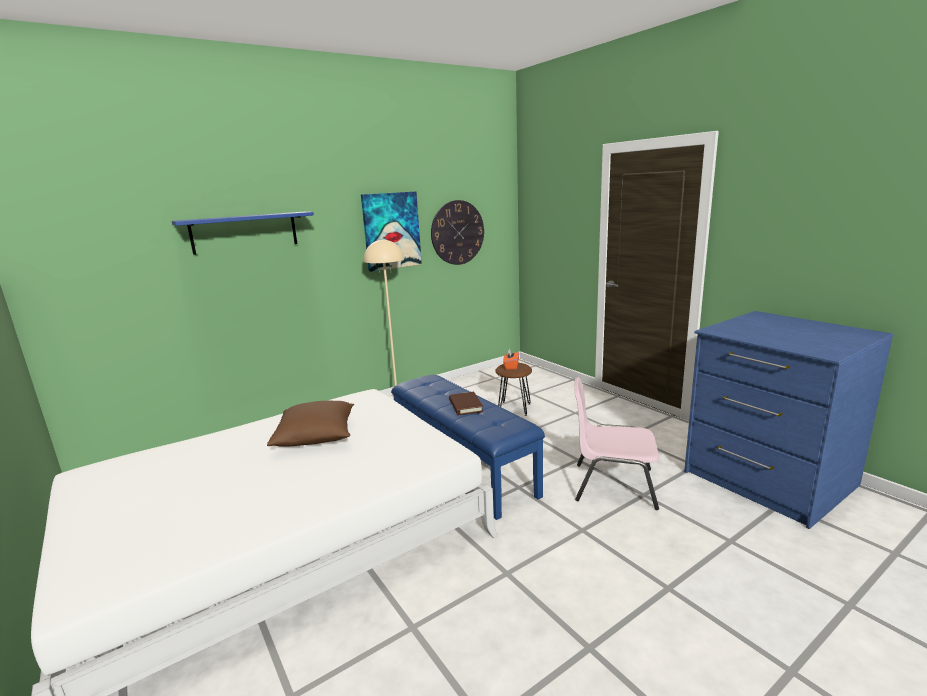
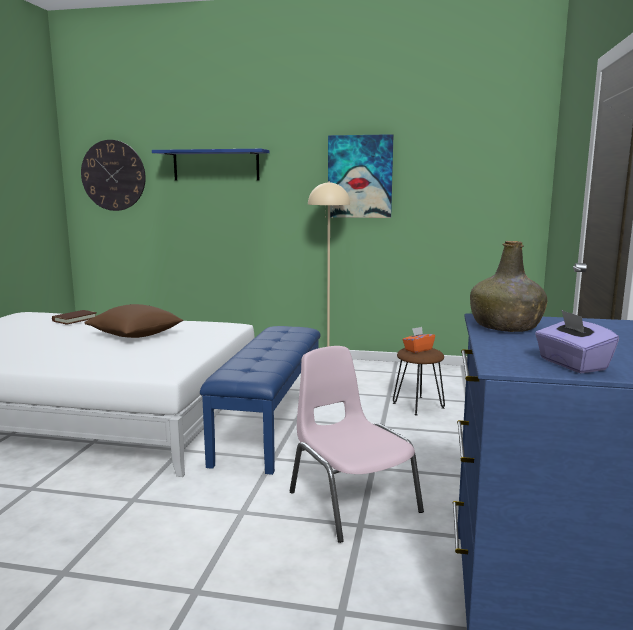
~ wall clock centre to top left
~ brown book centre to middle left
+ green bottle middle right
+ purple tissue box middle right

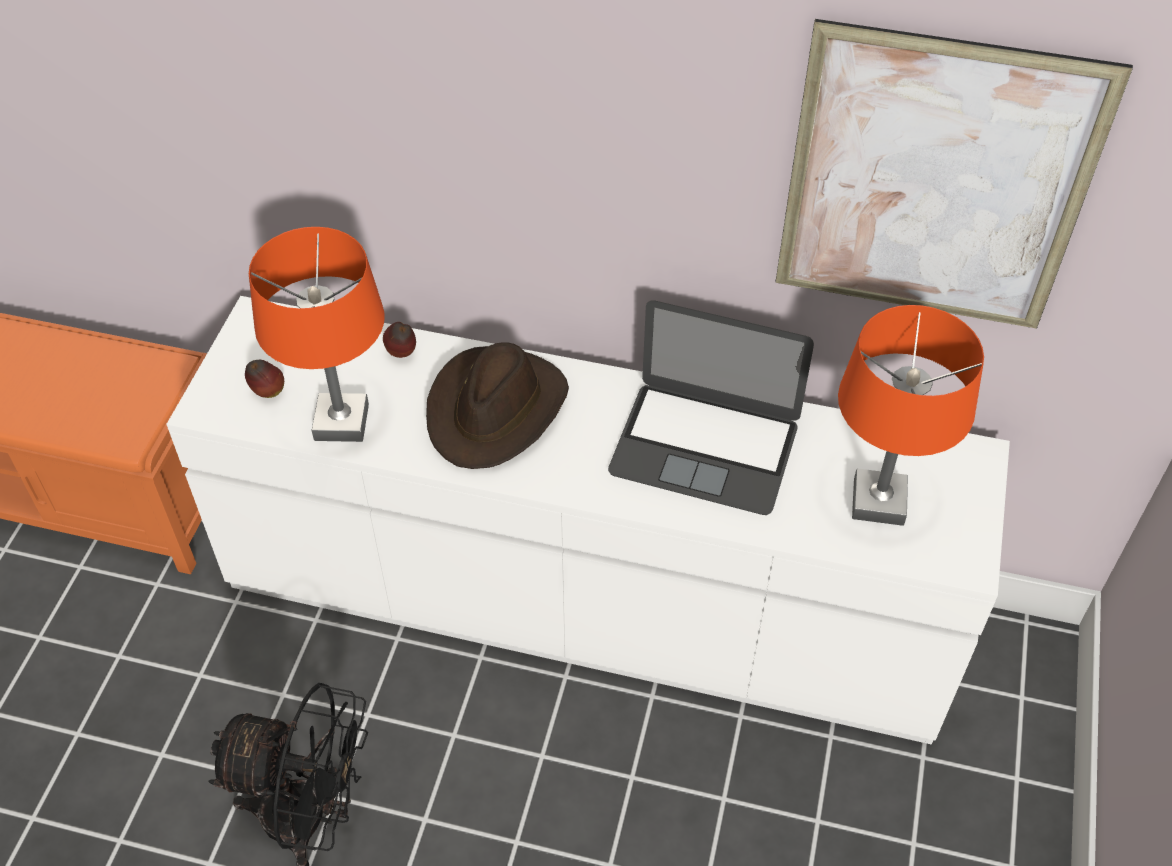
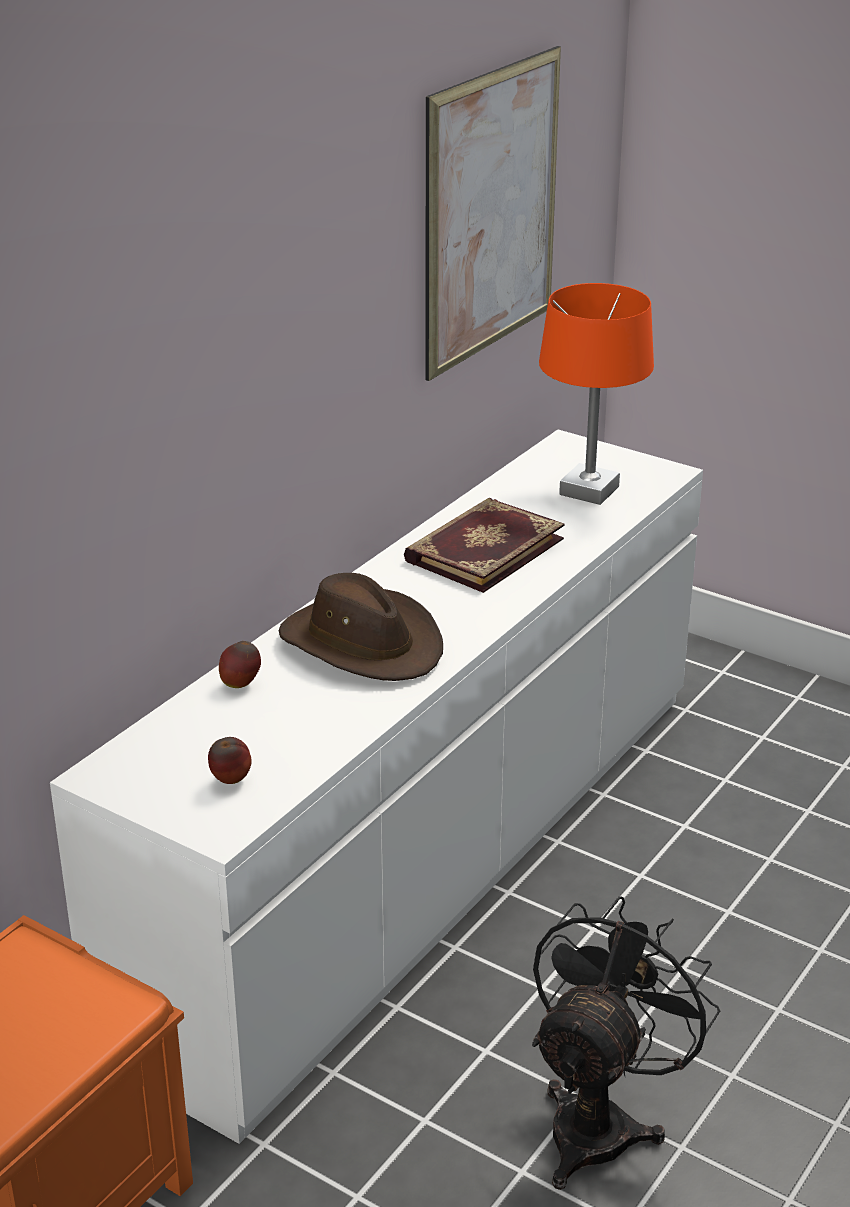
- orange table lamp (no. 1 from left) middle left
~ laptop centre to book centre

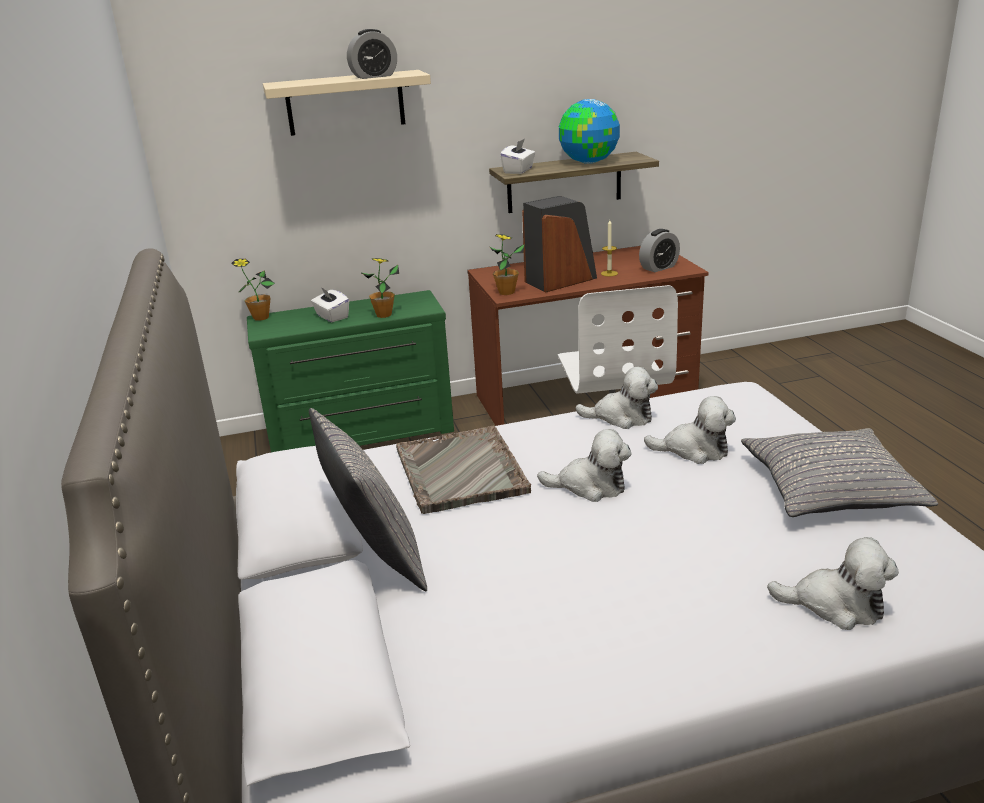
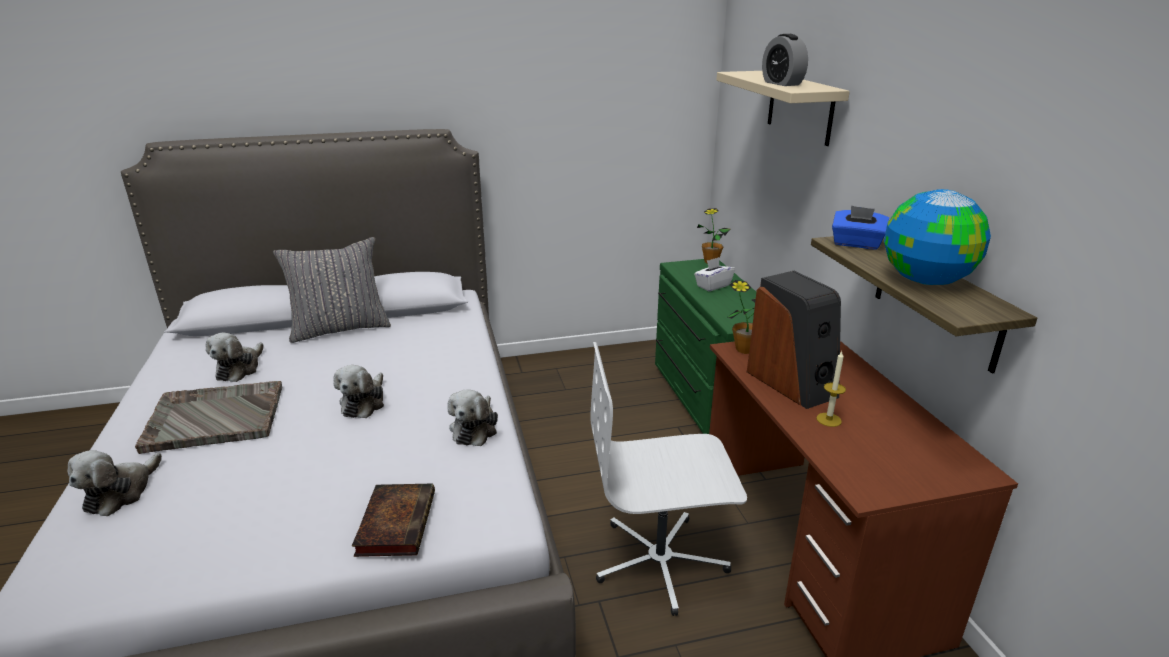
~ white tissue box (no. 2 from left) top centre to blue tissue box middle right
- alarm clock (no. 2 from left) top right
- potted plant (no. 2 from left) centre
~ plush toy (no. 3 from left in the first image) middle right to plush toy (no. 2 from left) middle left
~ grey tray centre to middle left
- grey pillow (no. 2 from left) middle right
+ book bottom centre

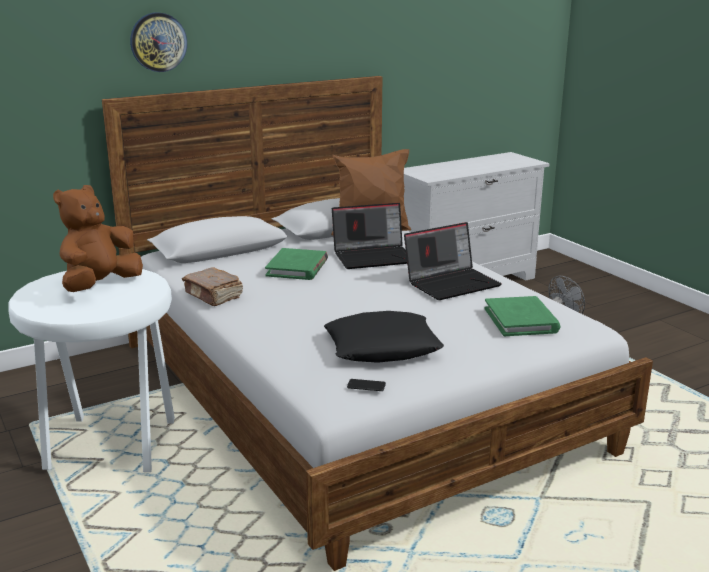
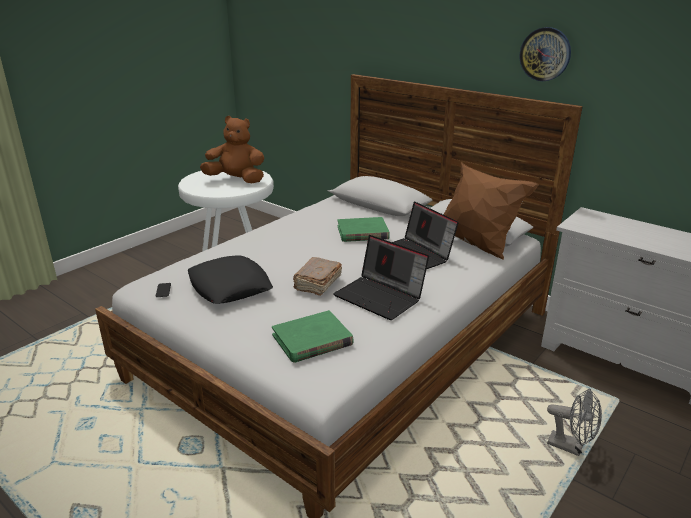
~ wall clock top left to top right
~ brown book middle left to centre

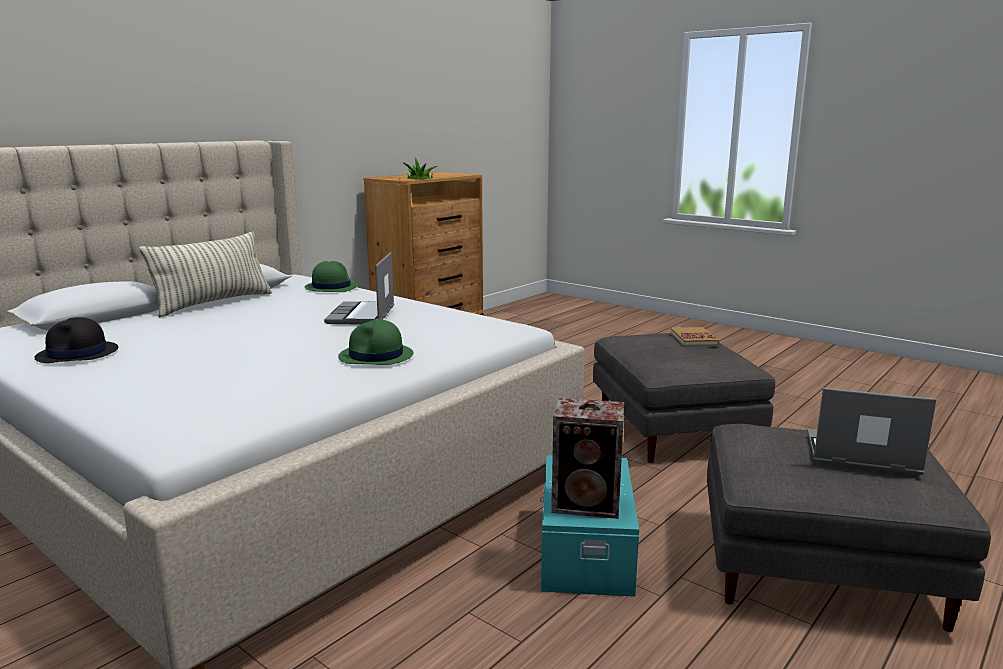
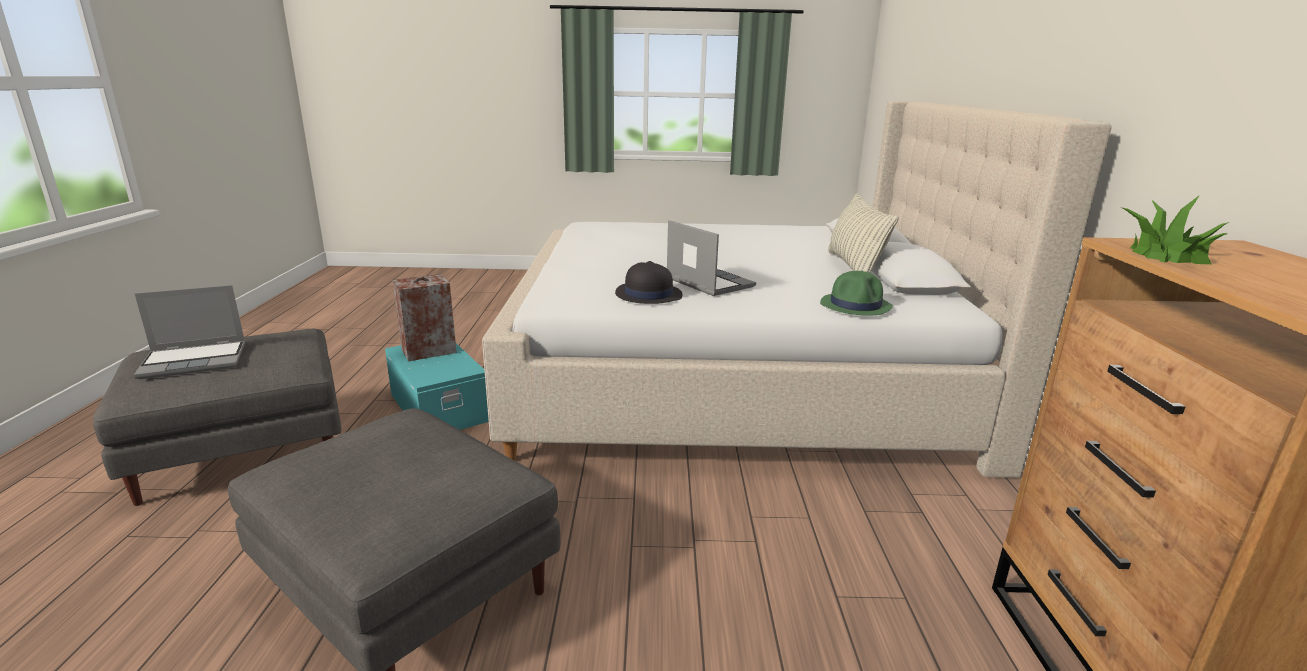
~ black hat middle left to centre
- green hat (no. 2 from left) centre
- book middle right

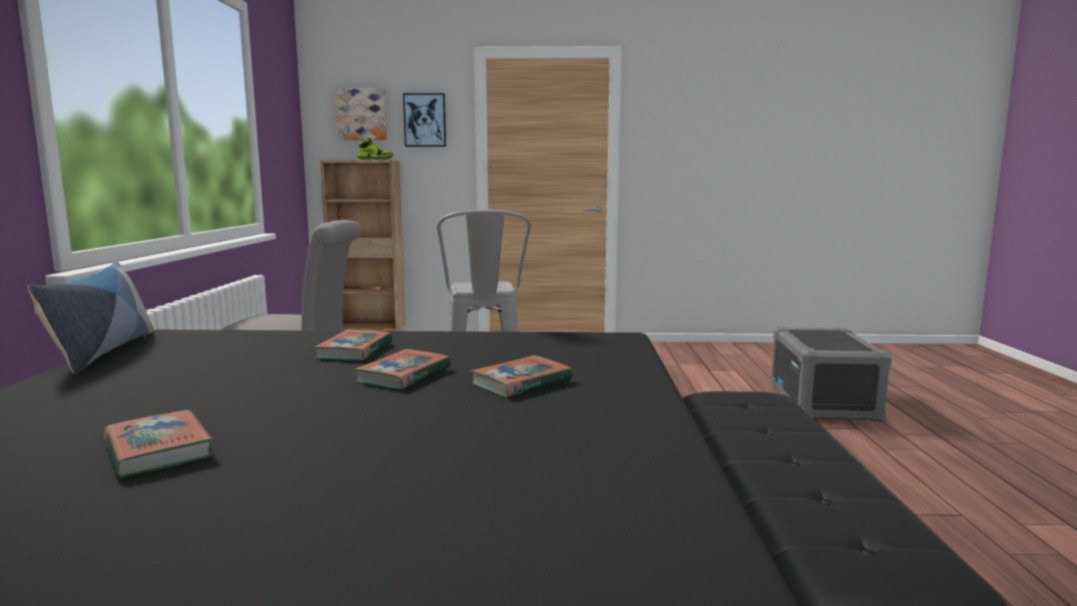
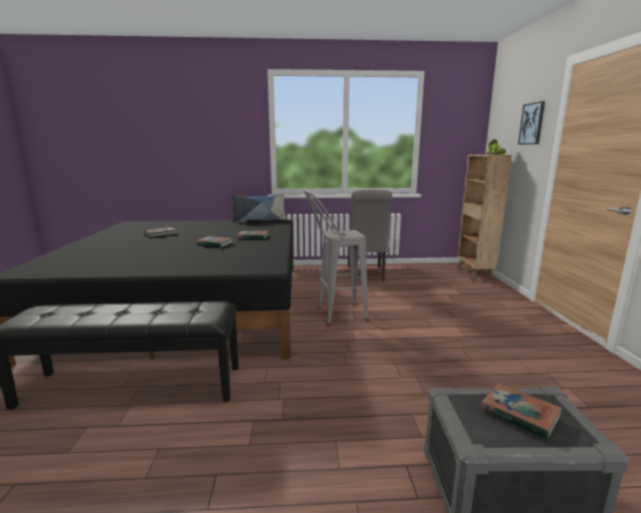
- picture (no. 1 from left) top centre
~ book (no. 4 from left) centre to bottom right

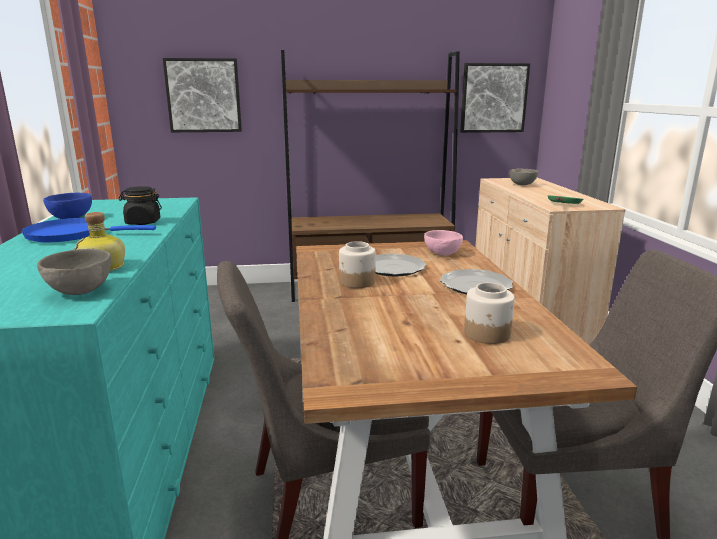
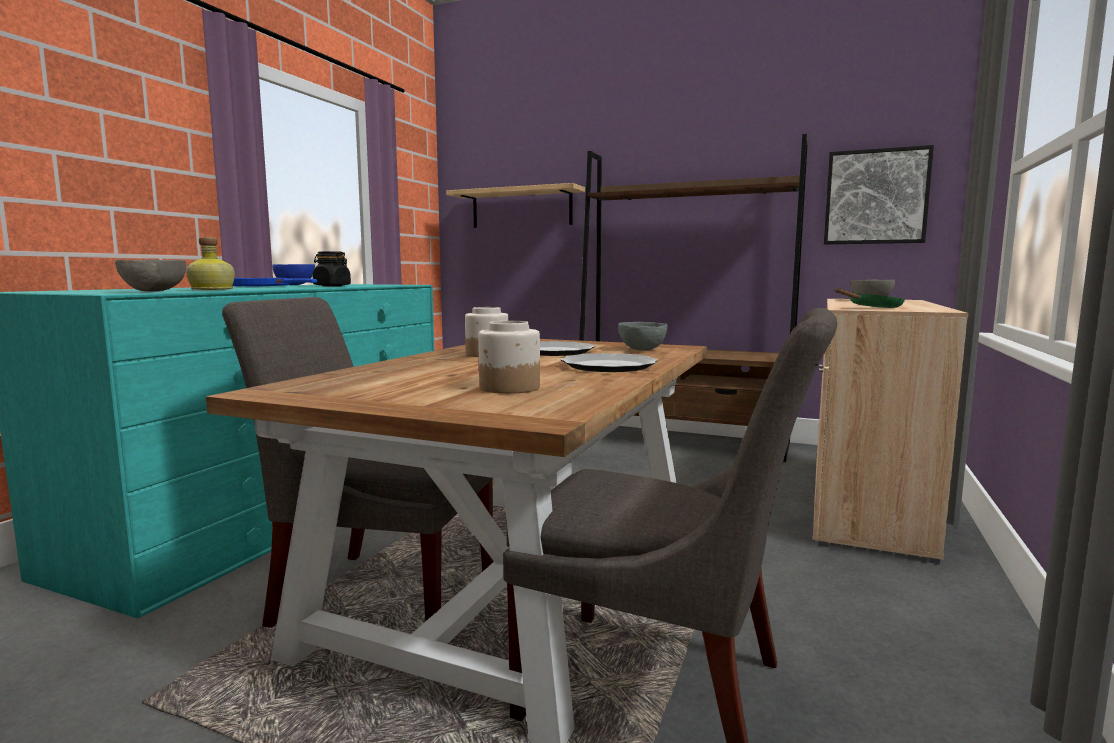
~ picture (no. 1 from left) top left to shelf top centre
~ pink bowl centre to grey bowl (no. 2 from left) centre

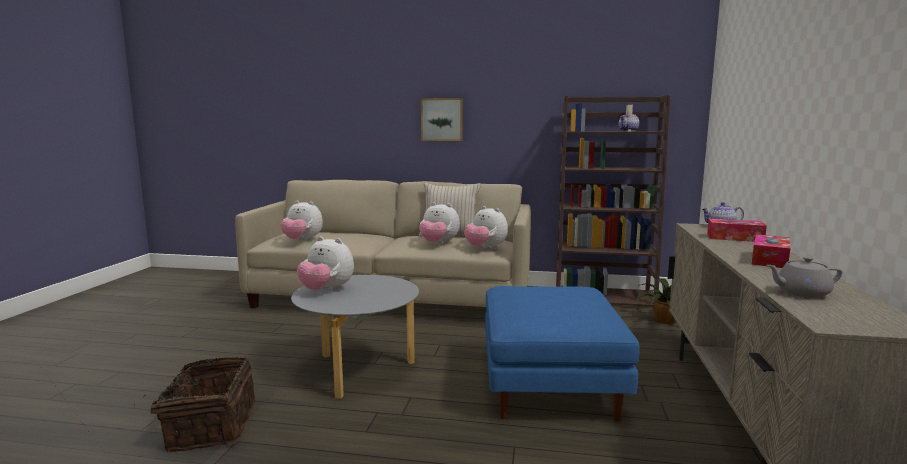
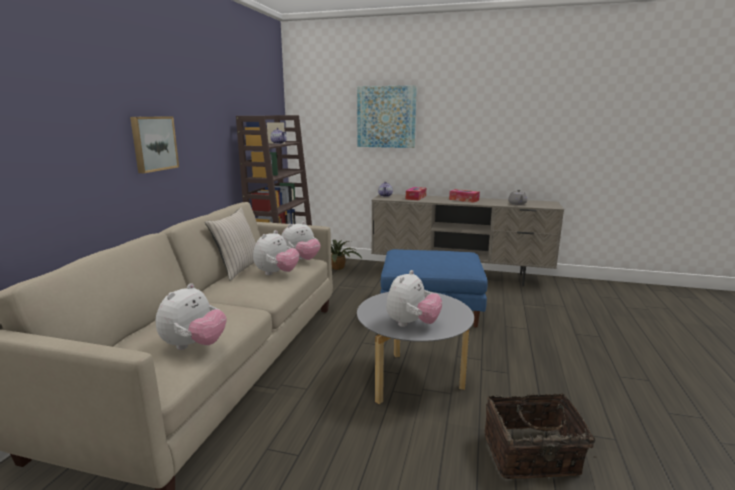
+ picture (no. 2 from left) top centre

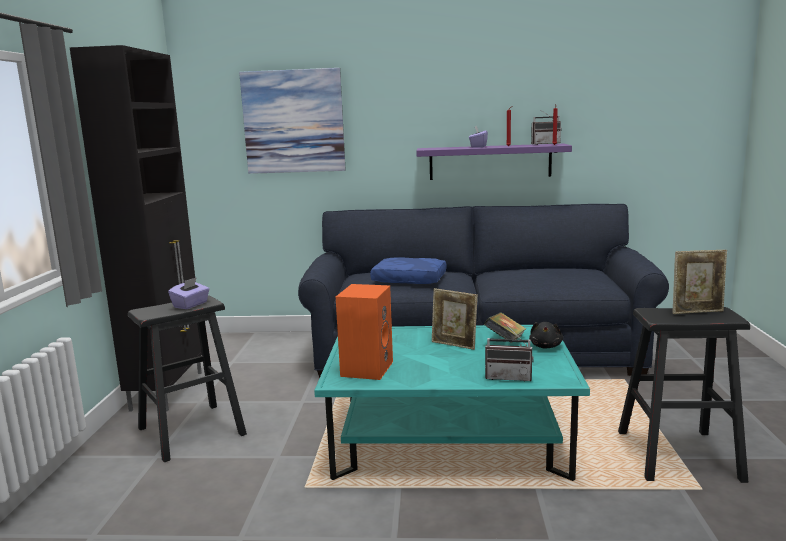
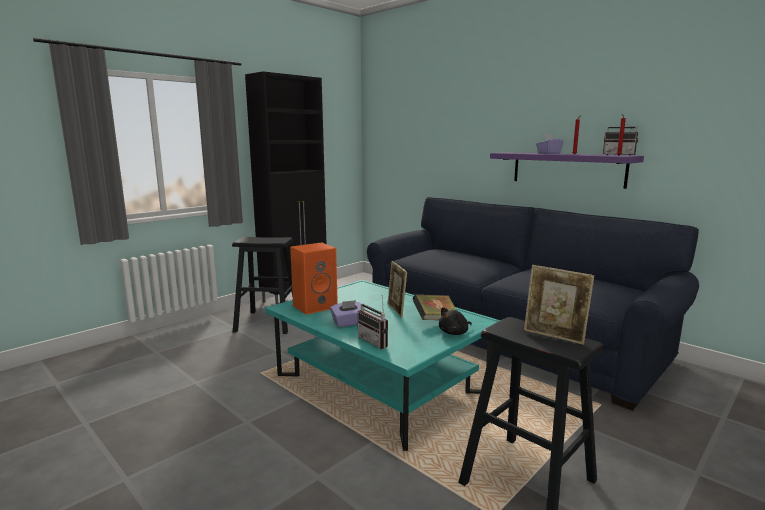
- picture top centre
- blue pillow centre
~ purple tissue box (no. 1 from left) middle left to centre

